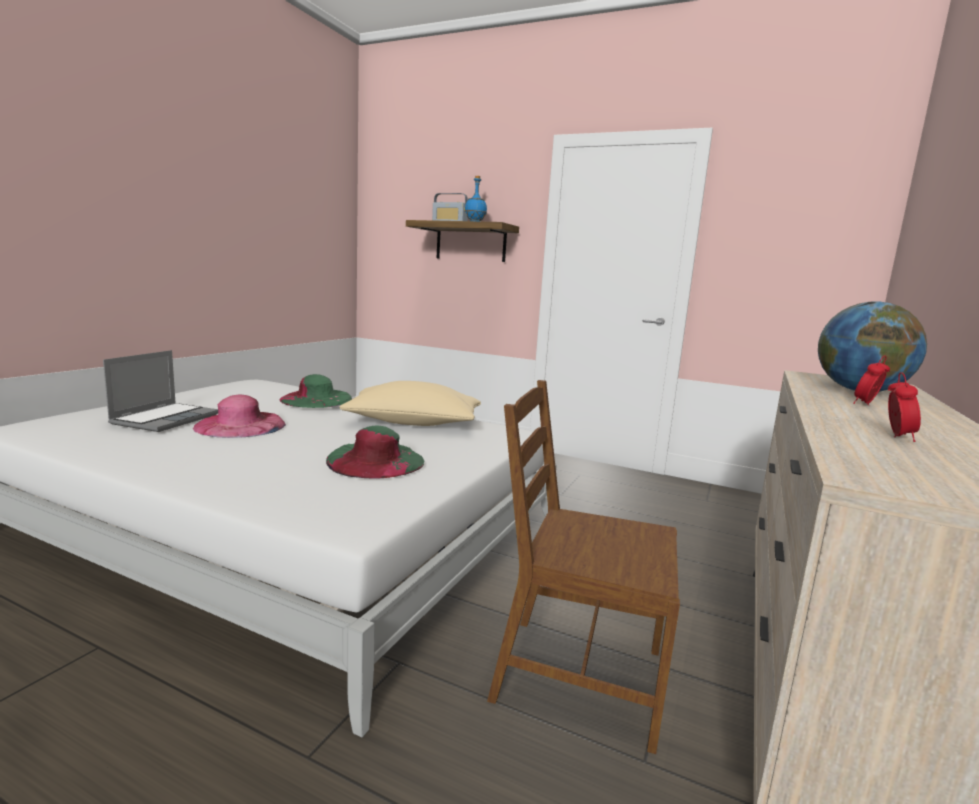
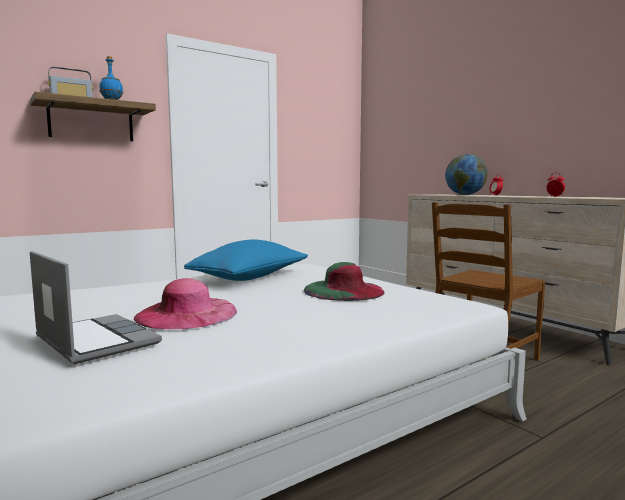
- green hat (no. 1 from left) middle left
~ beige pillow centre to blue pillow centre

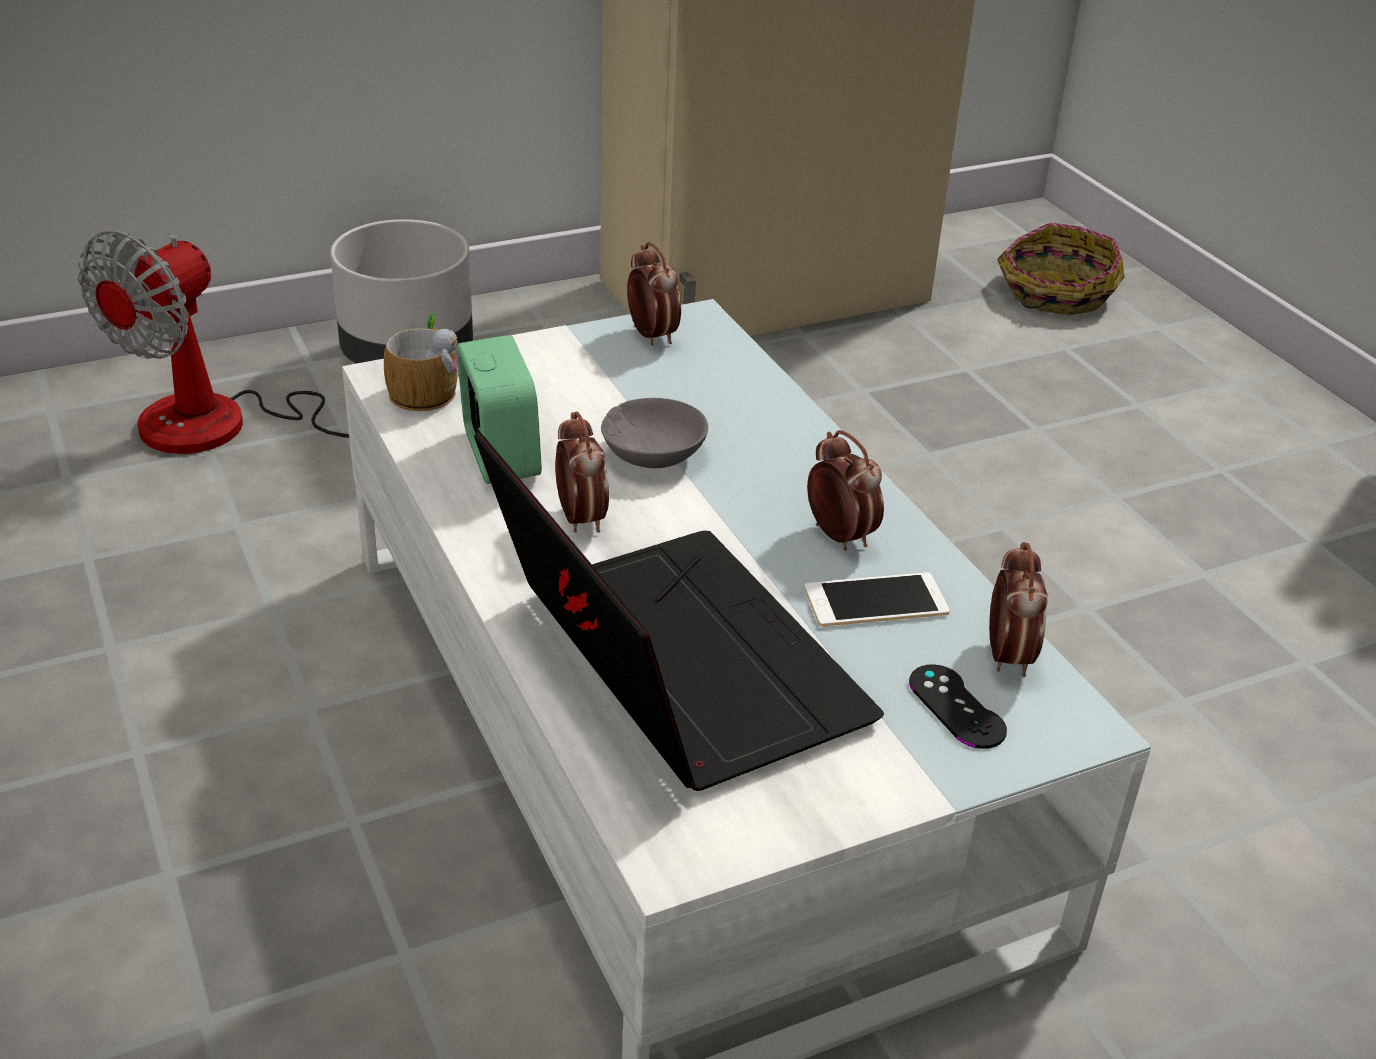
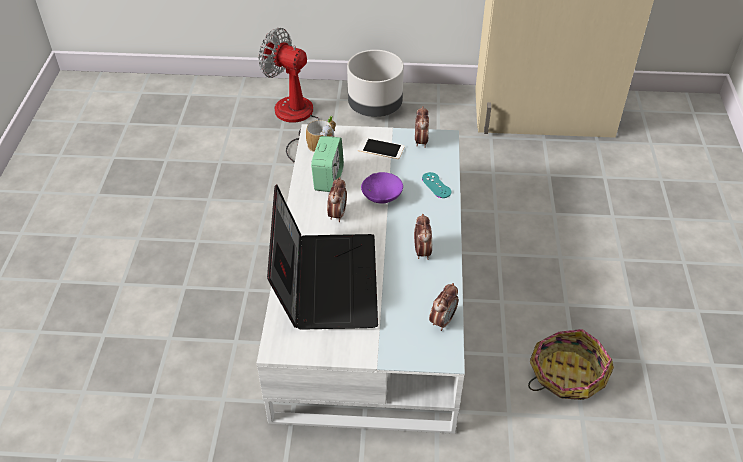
~ basket top right to bottom right
~ fan top left = top centre 60 degrees clockwise
~ grey bowl centre to purple bowl centre
~ phone centre to top centre
- black game controller bottom right
+ turquoise game controller centre

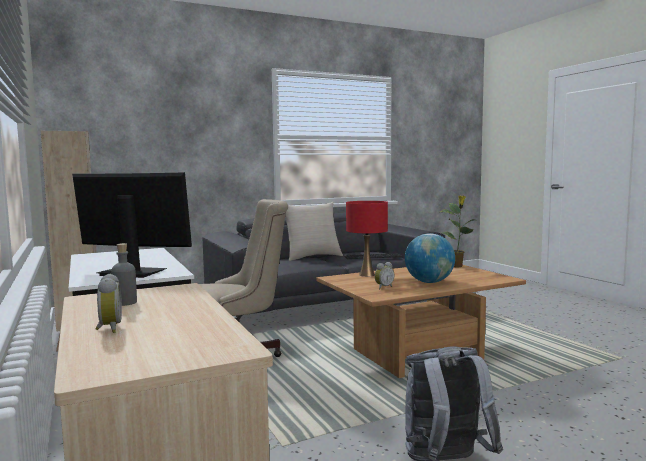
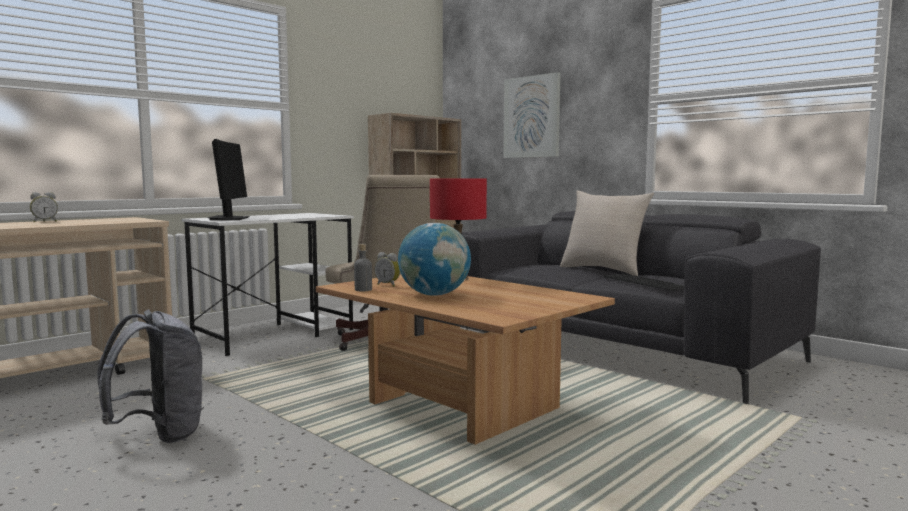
- potted plant middle right
~ grey bottle middle left to centre
+ picture top centre

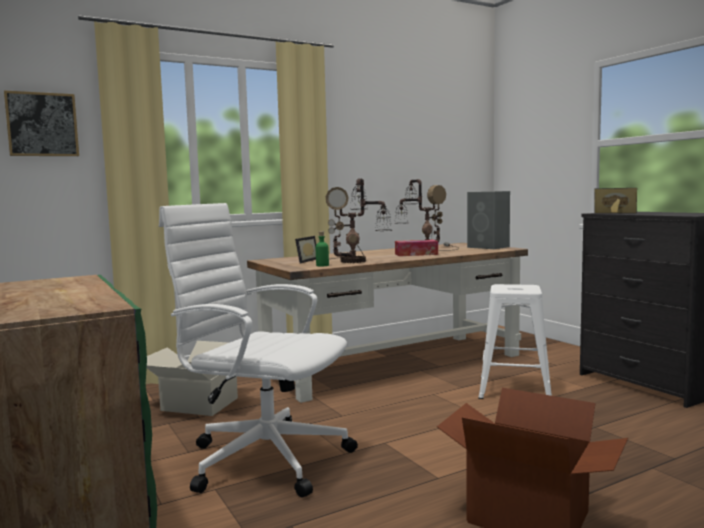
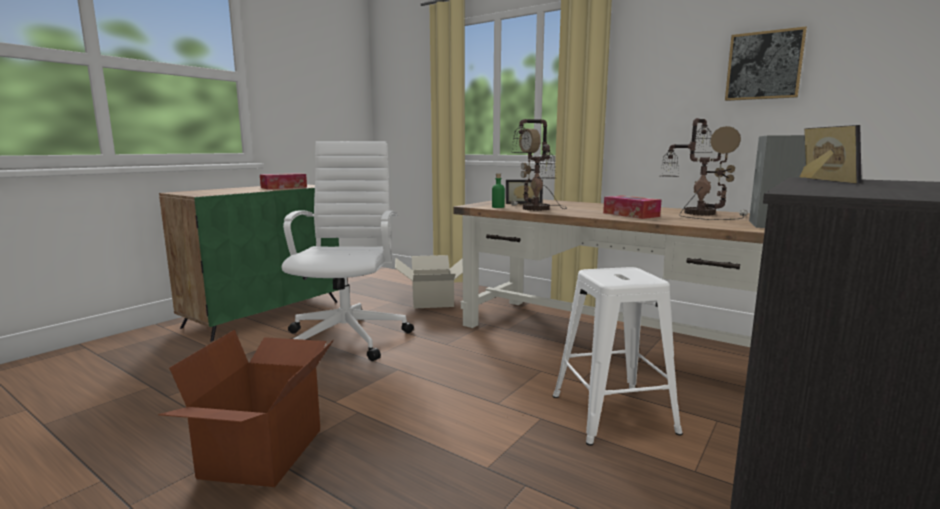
~ picture top left to top right
+ tissue box (no. 1 from left) middle left

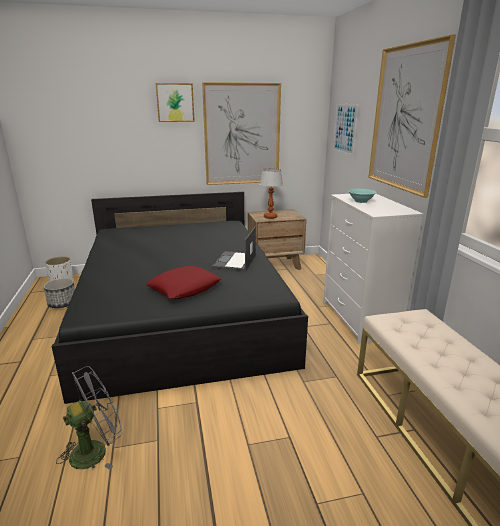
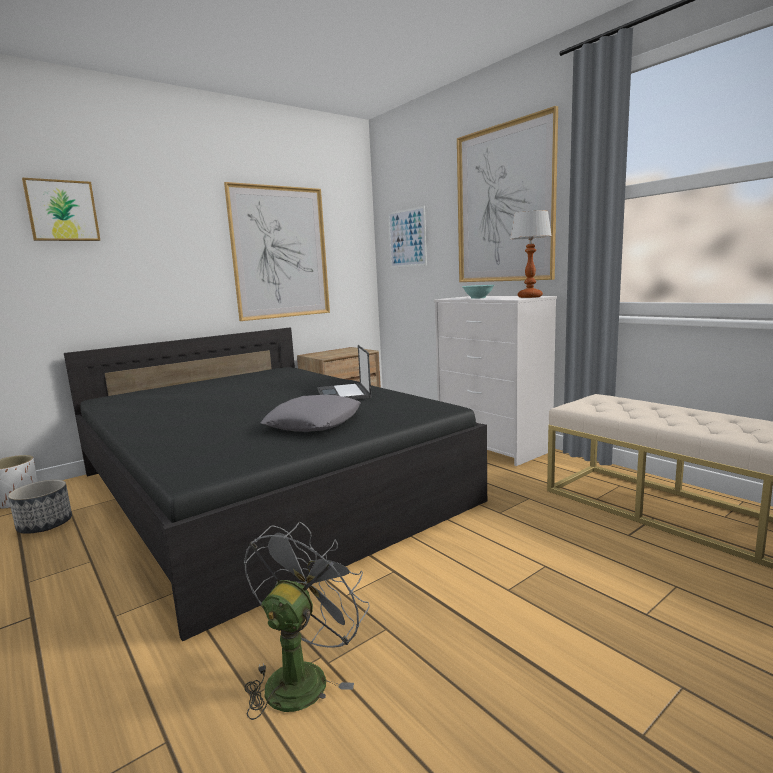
~ picture (no. 1 from left) top centre to top left
~ table lamp centre to top right
~ red pillow centre to grey pillow centre

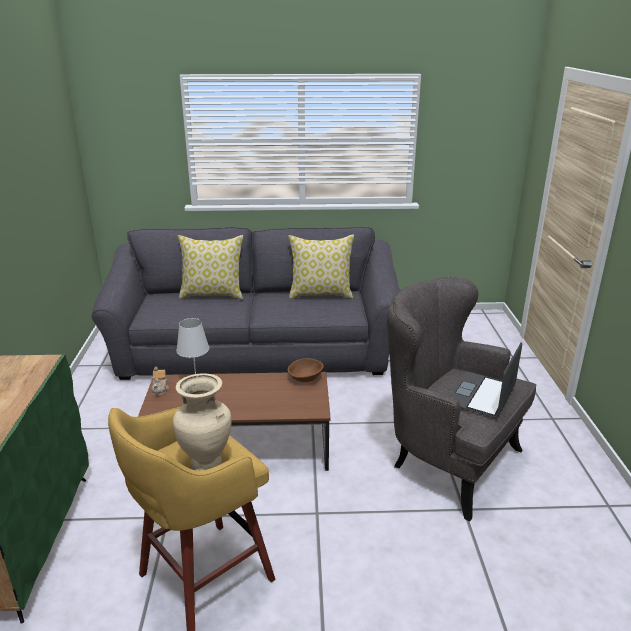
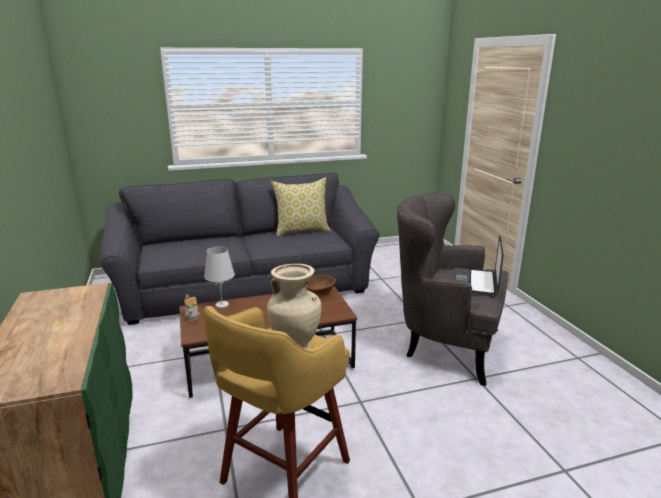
- pillow (no. 1 from left) middle left

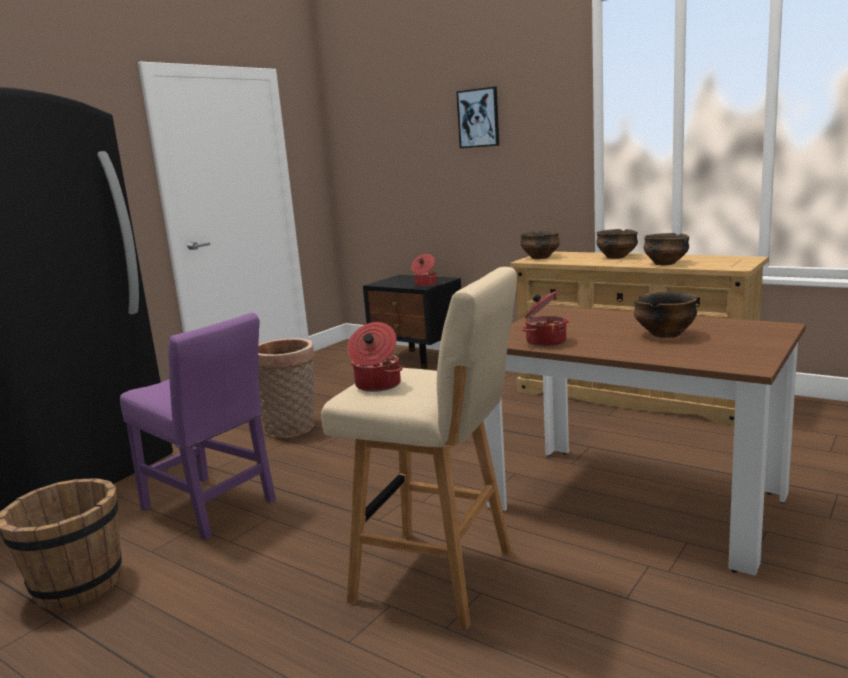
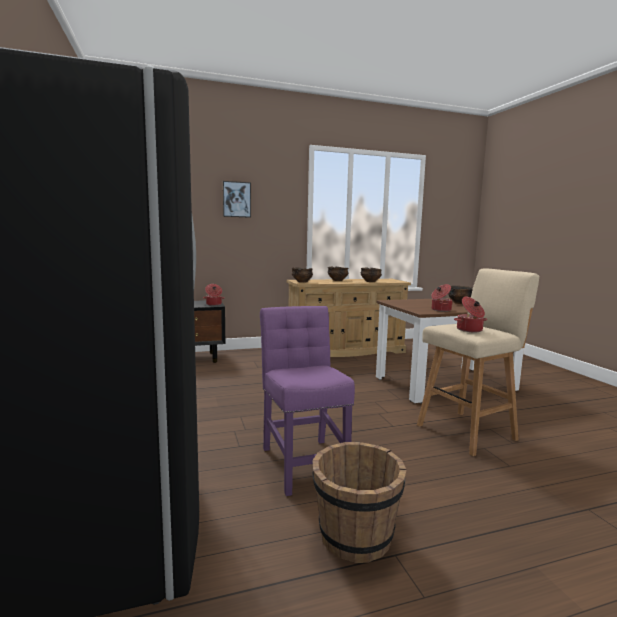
~ purple chair middle left = centre 90 degrees counterclockwise
- basket centre

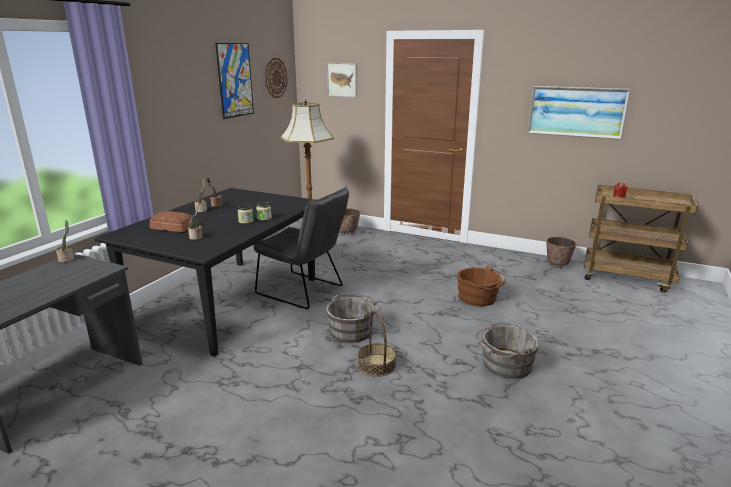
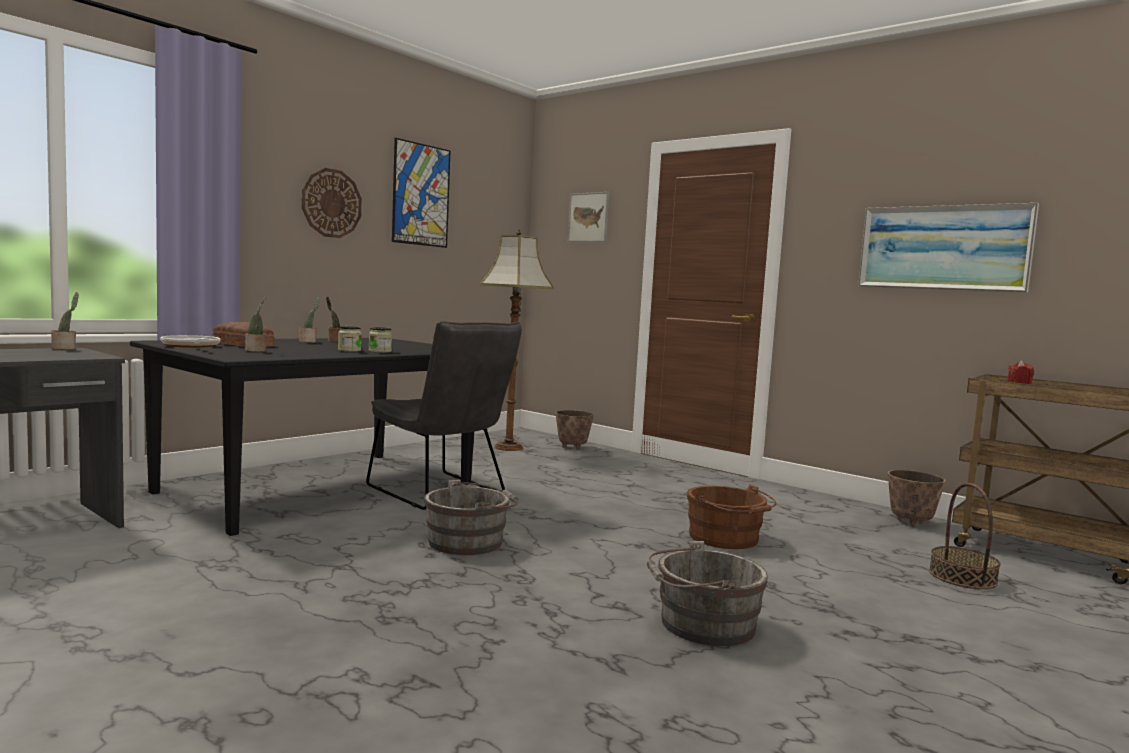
~ wall clock top centre to top left
~ basket bottom centre to bottom right
+ frying pan middle left

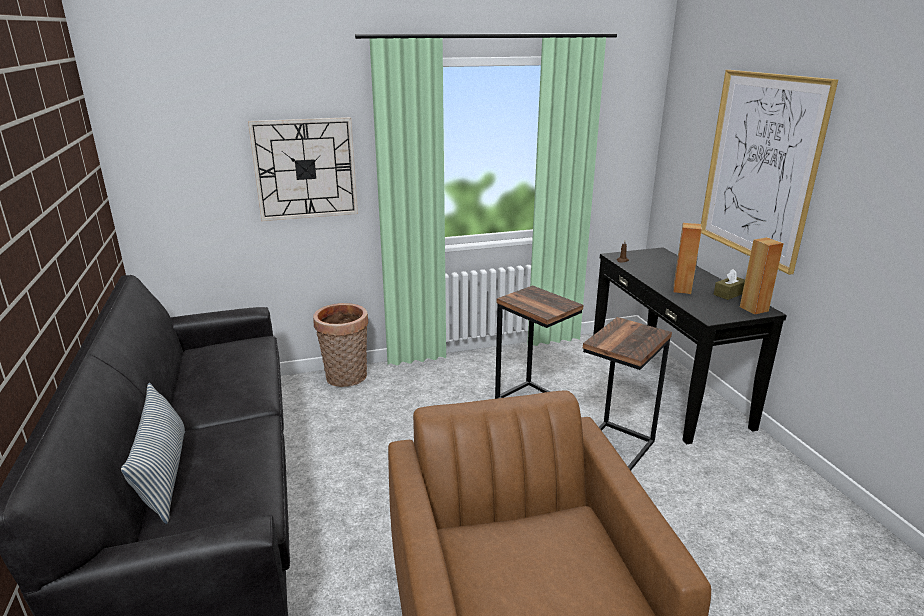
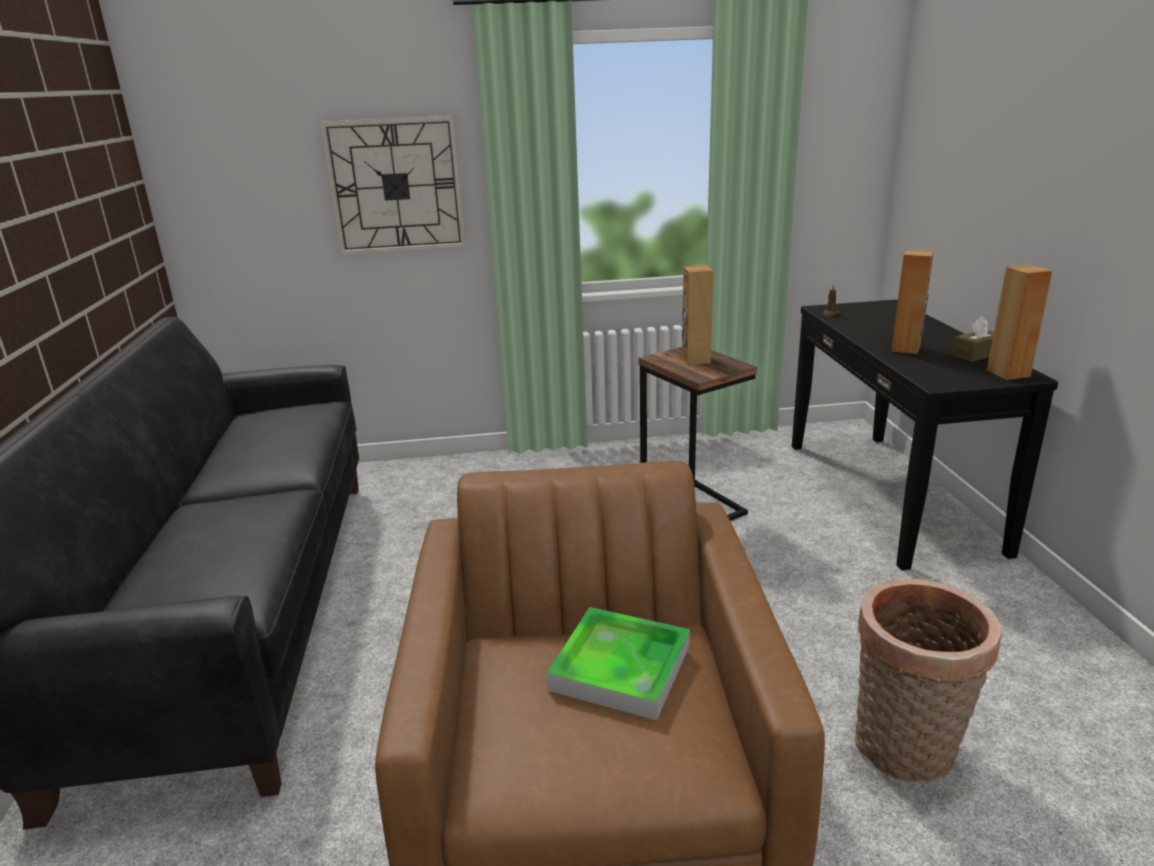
- picture top right
~ basket centre to bottom right
- side table (no. 2 from left) middle right
- pillow bottom left
+ brown speaker (no. 1 from left) centre
+ tray bottom centre

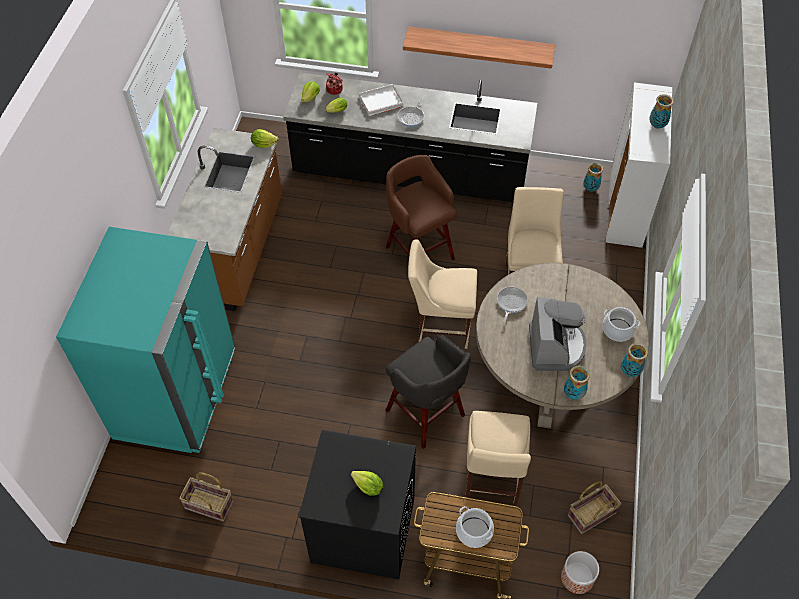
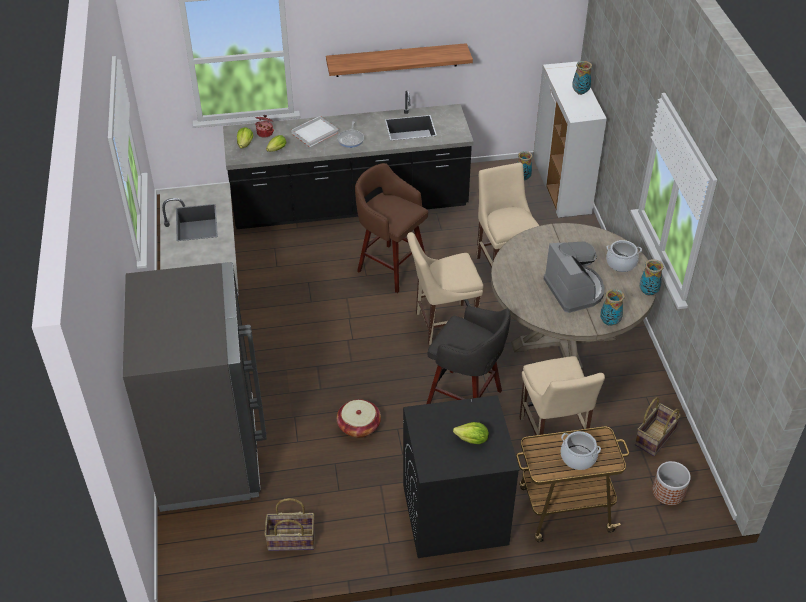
- lettuce (no. 1 from left) top left
~ turquoise fridge middle left to grey fridge middle left
- frying pan (no. 2 from left) centre
+ basket (no. 2 from left) bottom centre

